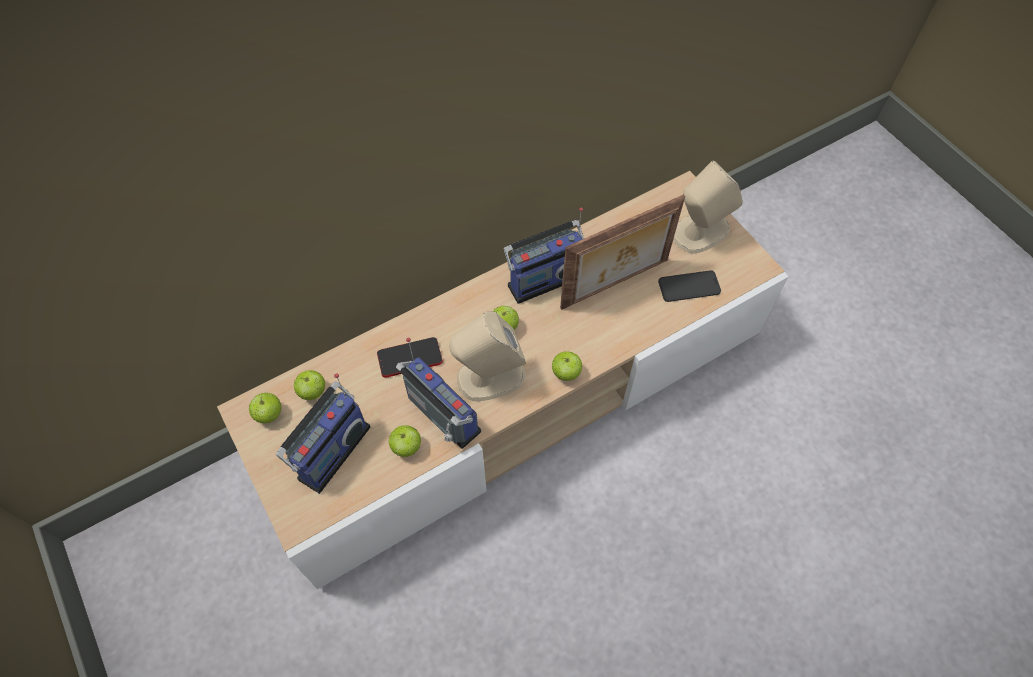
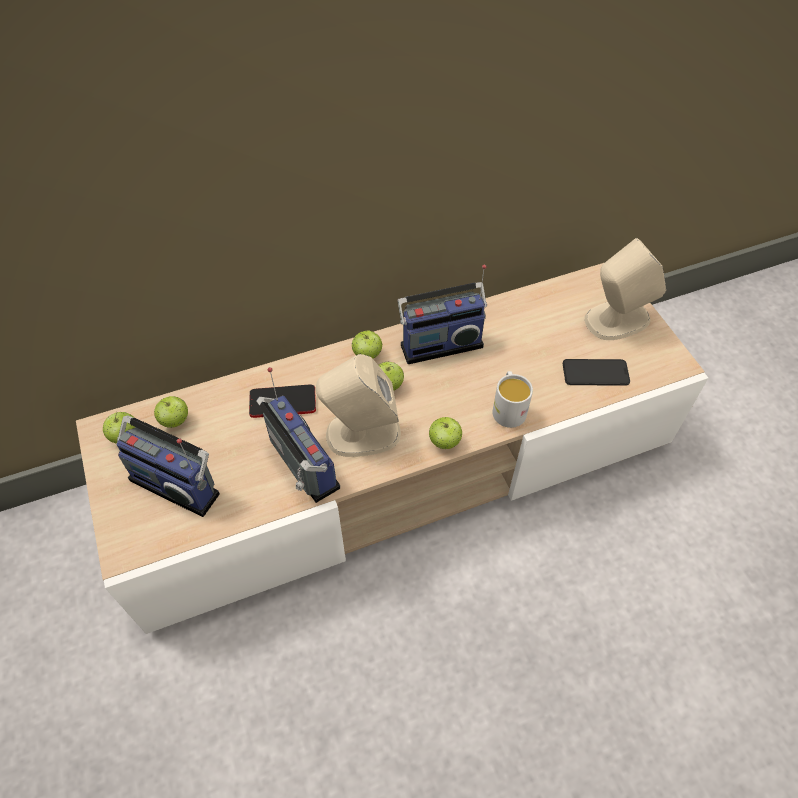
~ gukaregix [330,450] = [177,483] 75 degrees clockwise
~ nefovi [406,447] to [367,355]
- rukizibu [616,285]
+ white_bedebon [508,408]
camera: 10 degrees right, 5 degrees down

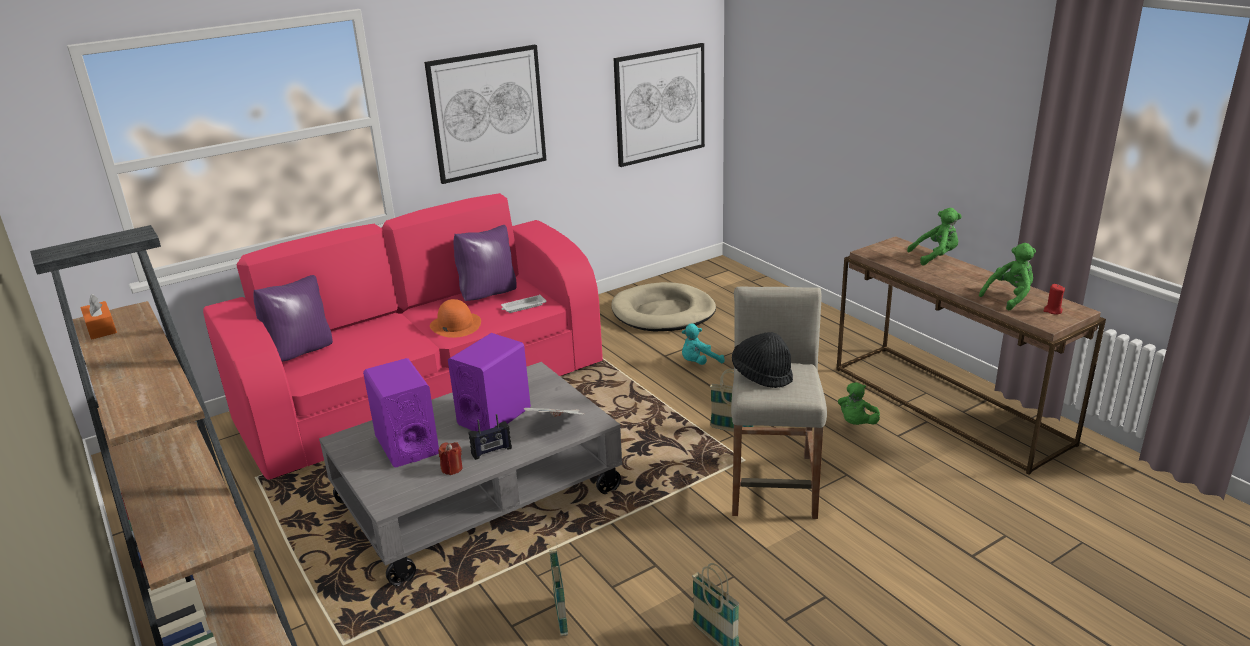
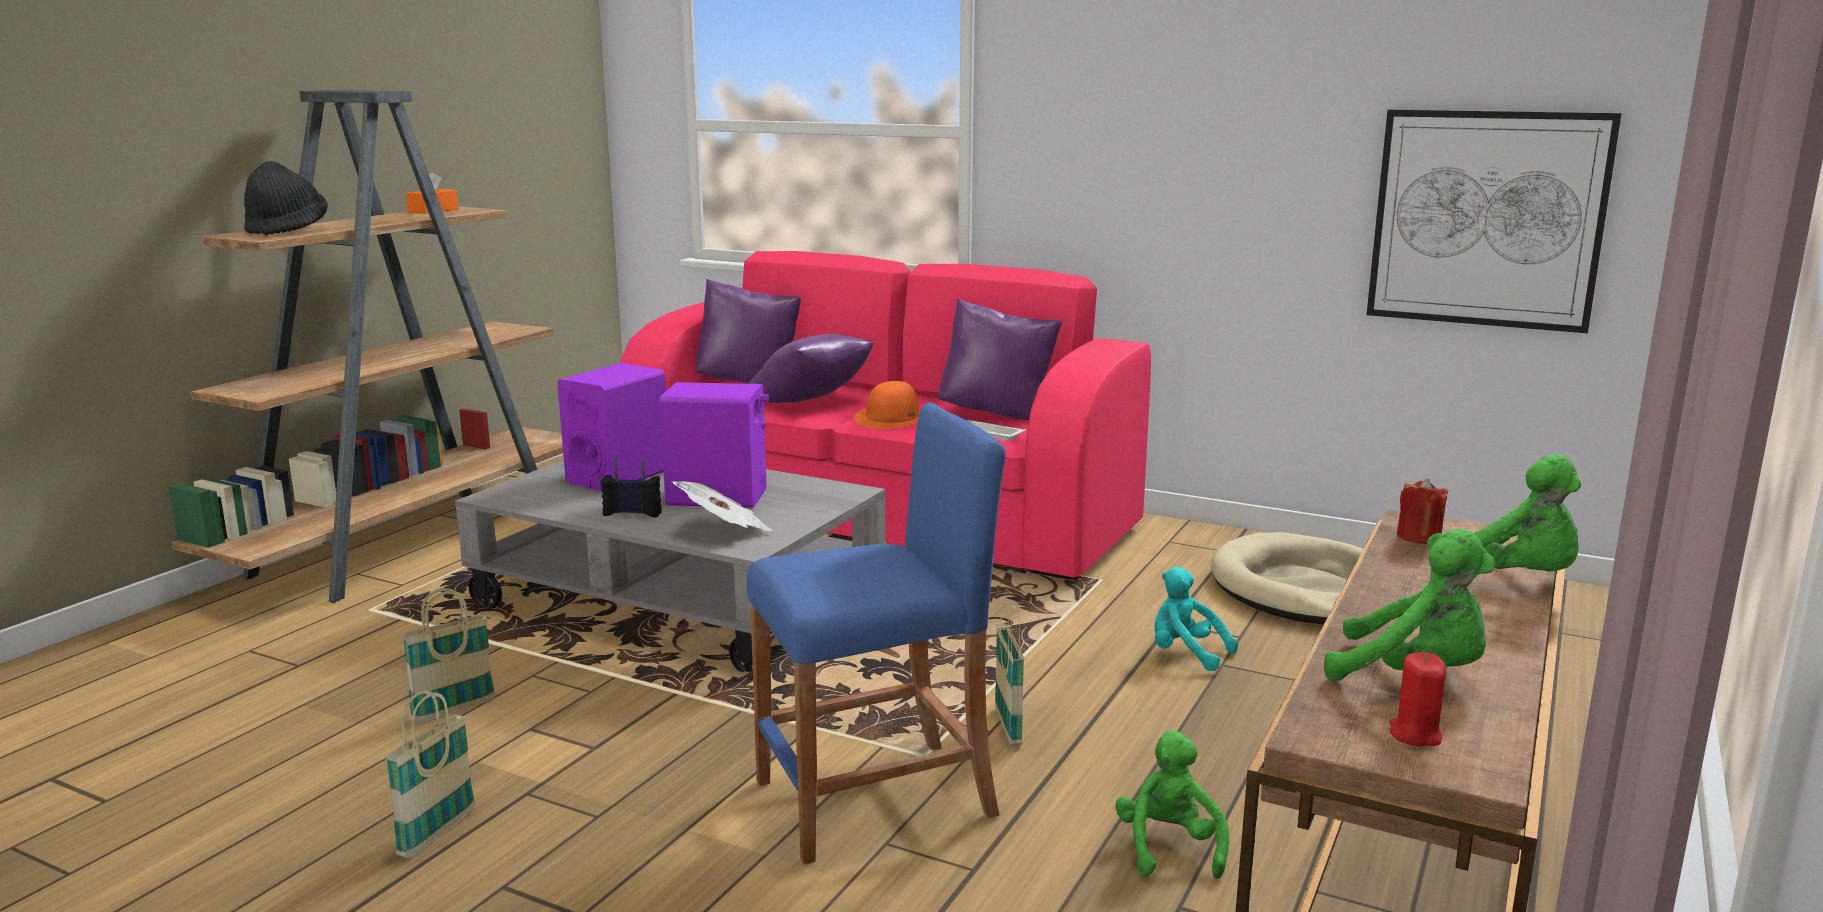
- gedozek [487,113]
~ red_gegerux [452,468] to [1418,537]
~ gukaregix [491,451] = [632,513] 150 degrees clockwise
~ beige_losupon [773,484] to blue_losupon [876,799]
~ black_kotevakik [762,375] to [287,230]
~ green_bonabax [856,424] = [1169,848] 90 degrees clockwise
+ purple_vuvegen [810,404]
camera: 60 degrees right, 10 degrees down

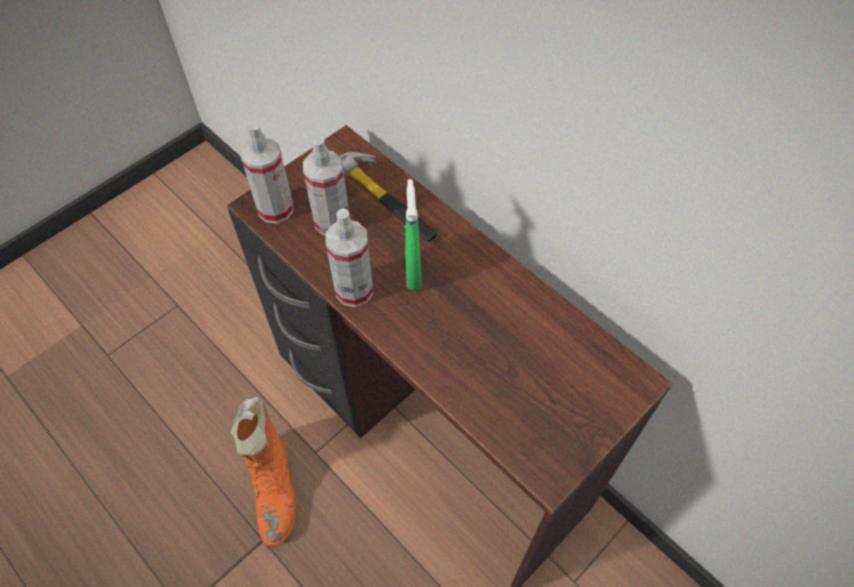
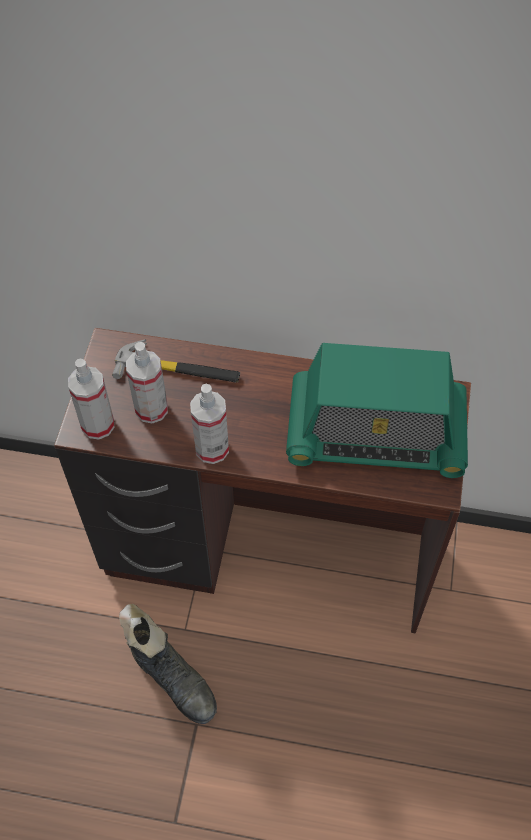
~ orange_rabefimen [275,487] to black_rabefimen [173,678]
- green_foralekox [413,272]
+ gukaregix [375,433]
camera: 35 degrees left, 0 degrees up

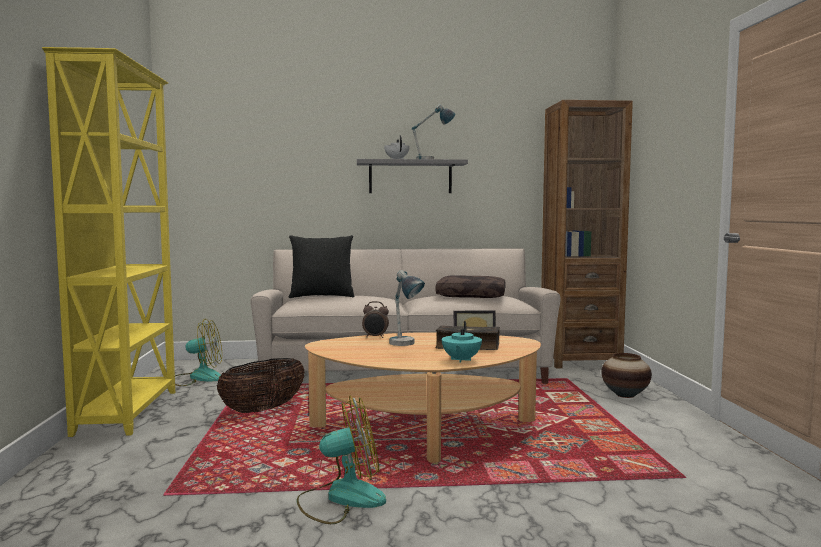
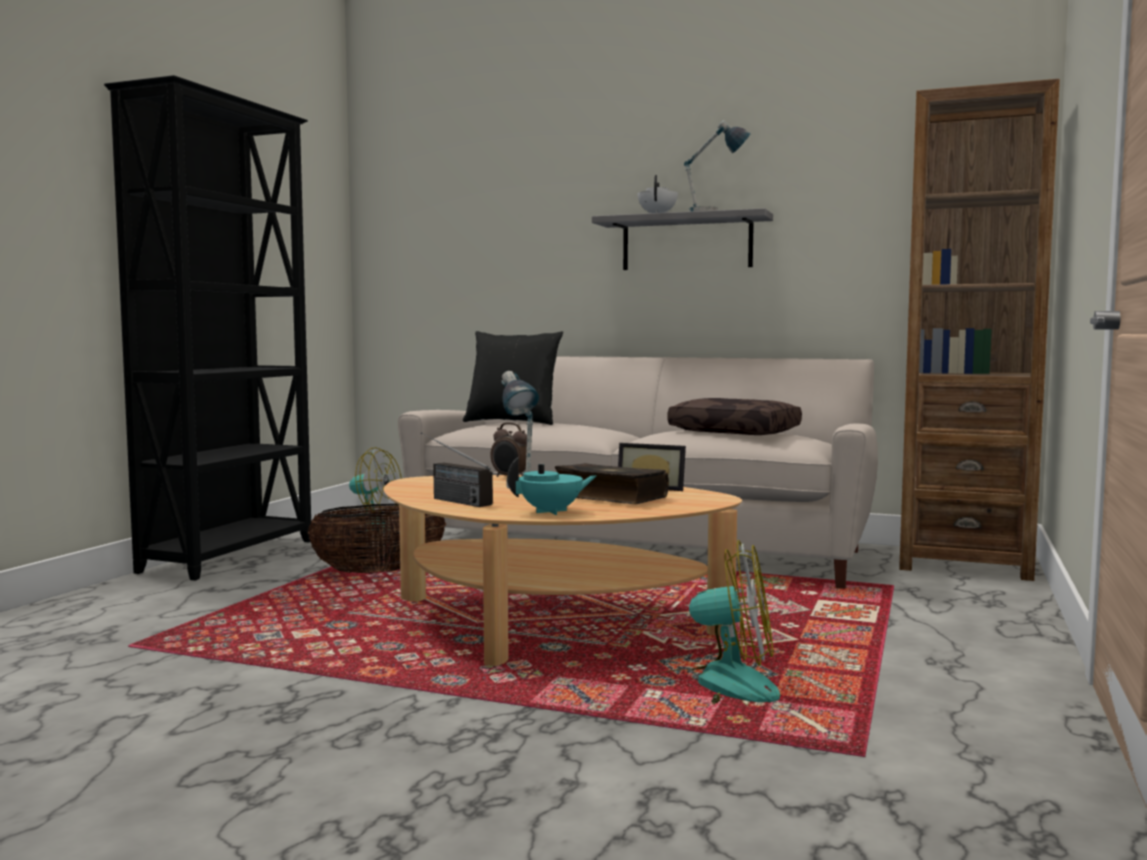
~ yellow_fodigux [129,412] to black_fodigux [231,556]
~ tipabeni [341,498] to [717,687]
~ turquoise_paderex [461,360] = [551,512] 150 degrees counterclockwise
- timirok [625,395]
+ gukaregix [448,499]
camera: 25 degrees right, 0 degrees up

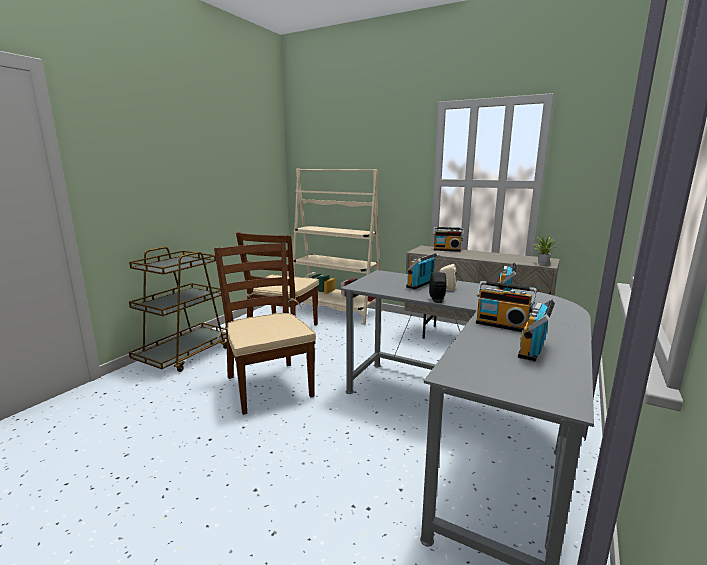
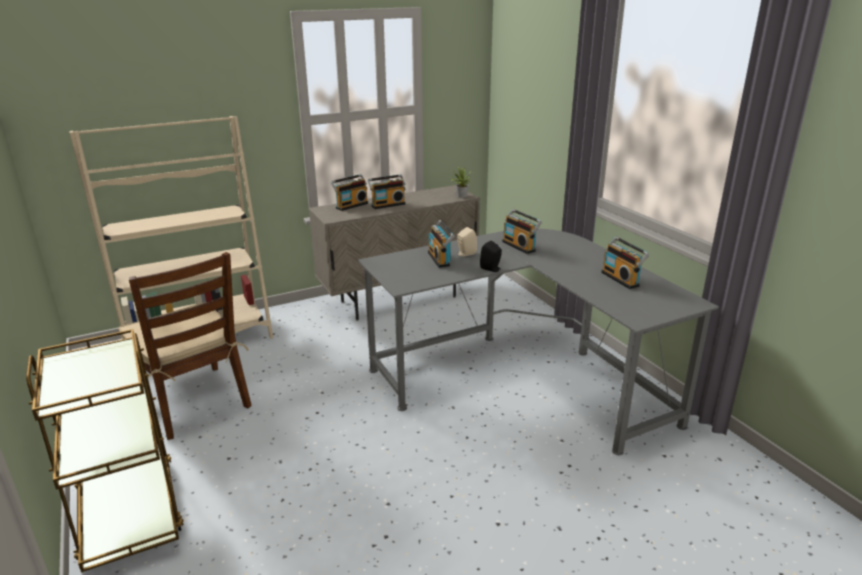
- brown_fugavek [268,386]
~ gukaregix [502,325] to [387,204]
camera: 55 degrees left, 10 degrees up

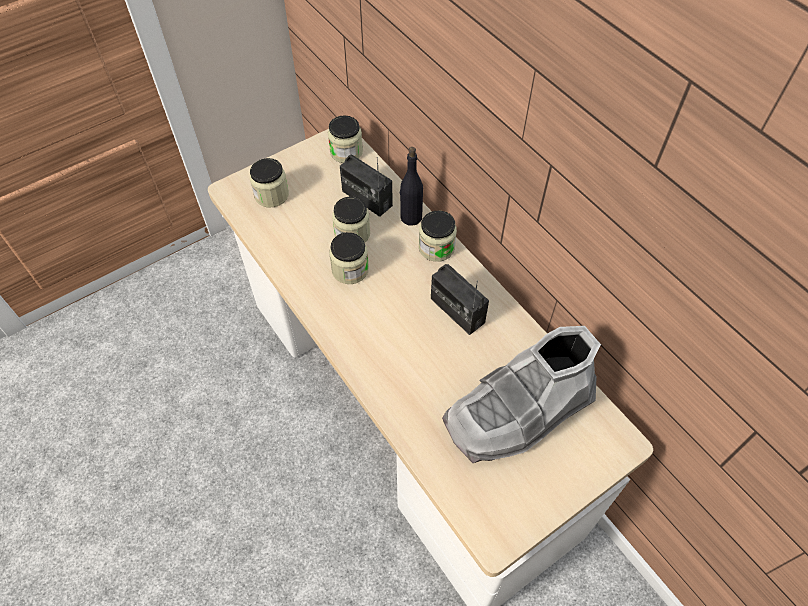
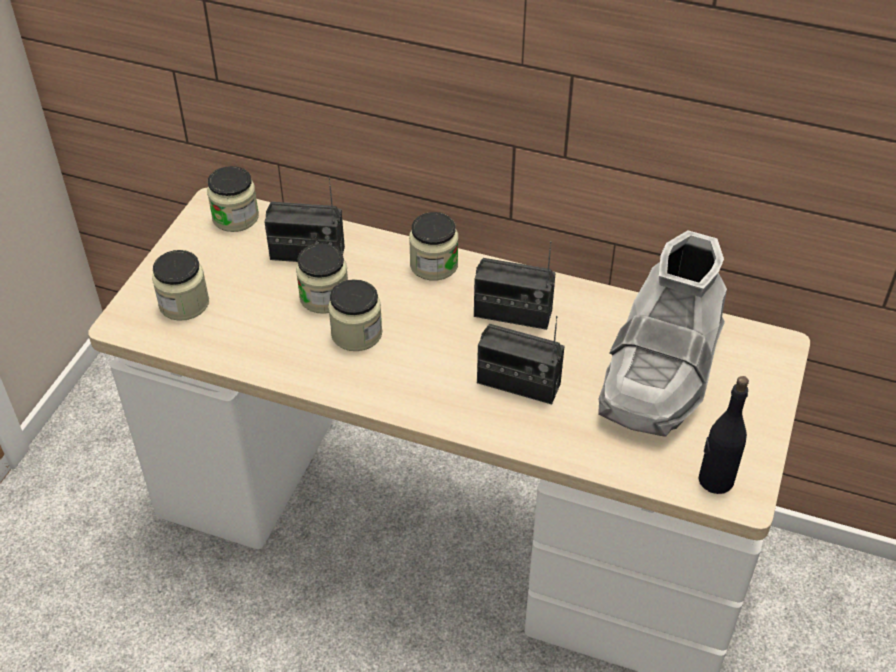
~ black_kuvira [411,217] to [715,480]
+ gukaregix [518,383]
camera: 35 degrees left, 10 degrees down

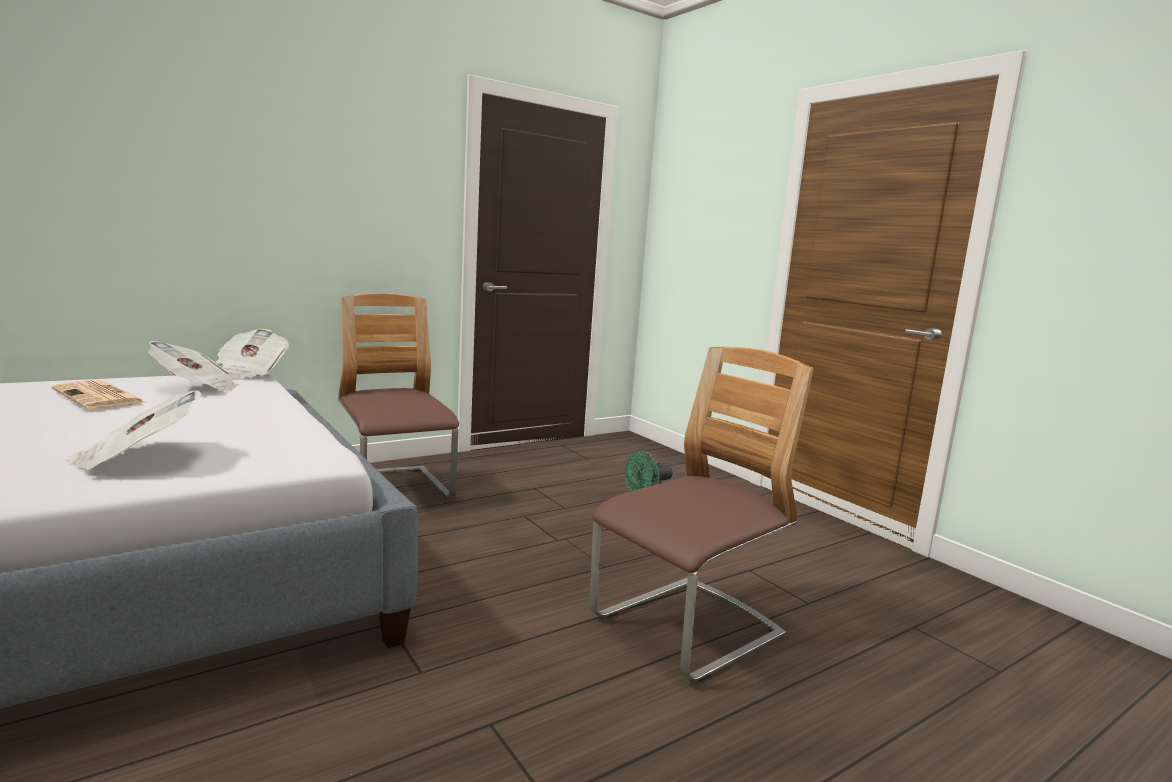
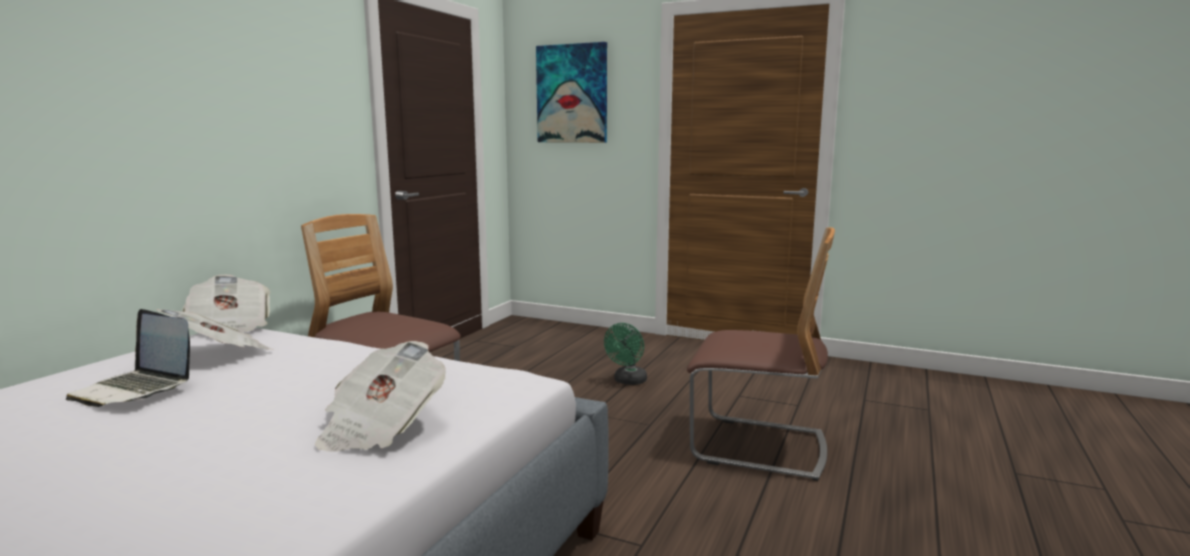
~ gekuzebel [100,397] to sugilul [135,389]
~ fugavek [686,629] = [758,447] 90 degrees clockwise
+ gedozek [572,94]
camera: 30 degrees left, 0 degrees up

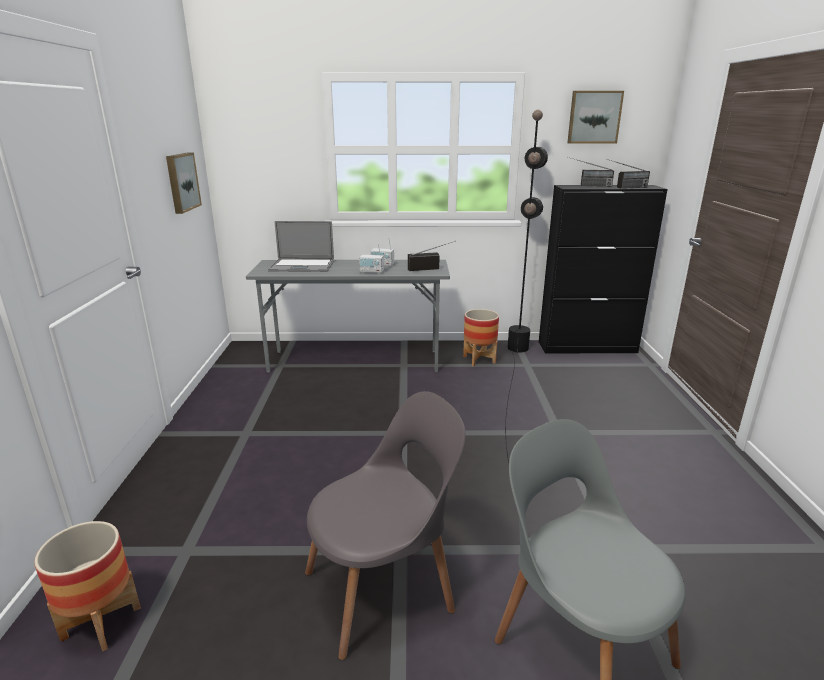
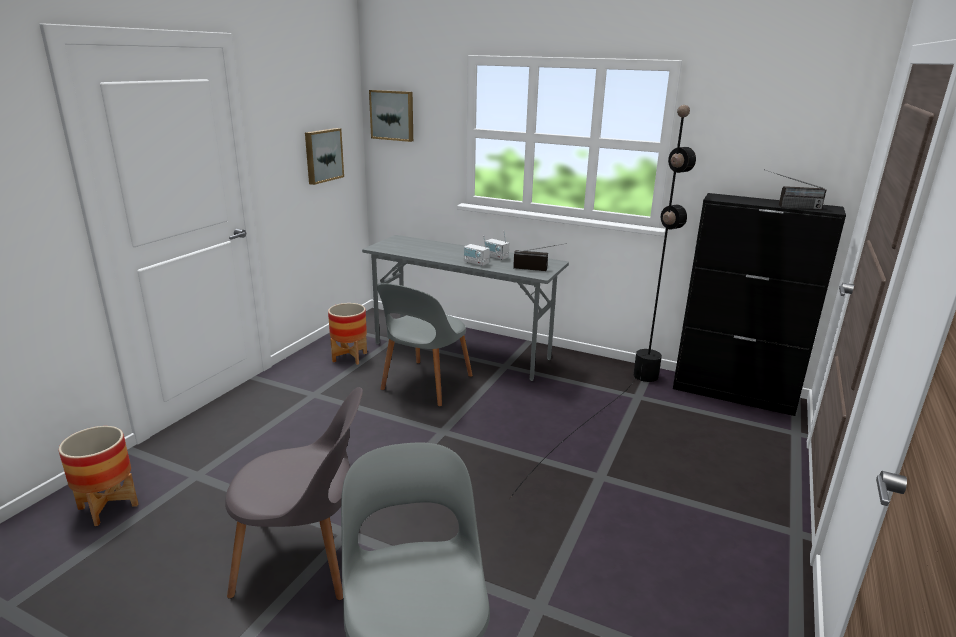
- sugilul [302,266]
~ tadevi [479,359] to [349,357]
~ gedozek [594,117] to [392,115]
- gukaregix [587,185]
+ grey_fugavek [425,384]
camera: 25 degrees right, 0 degrees up

